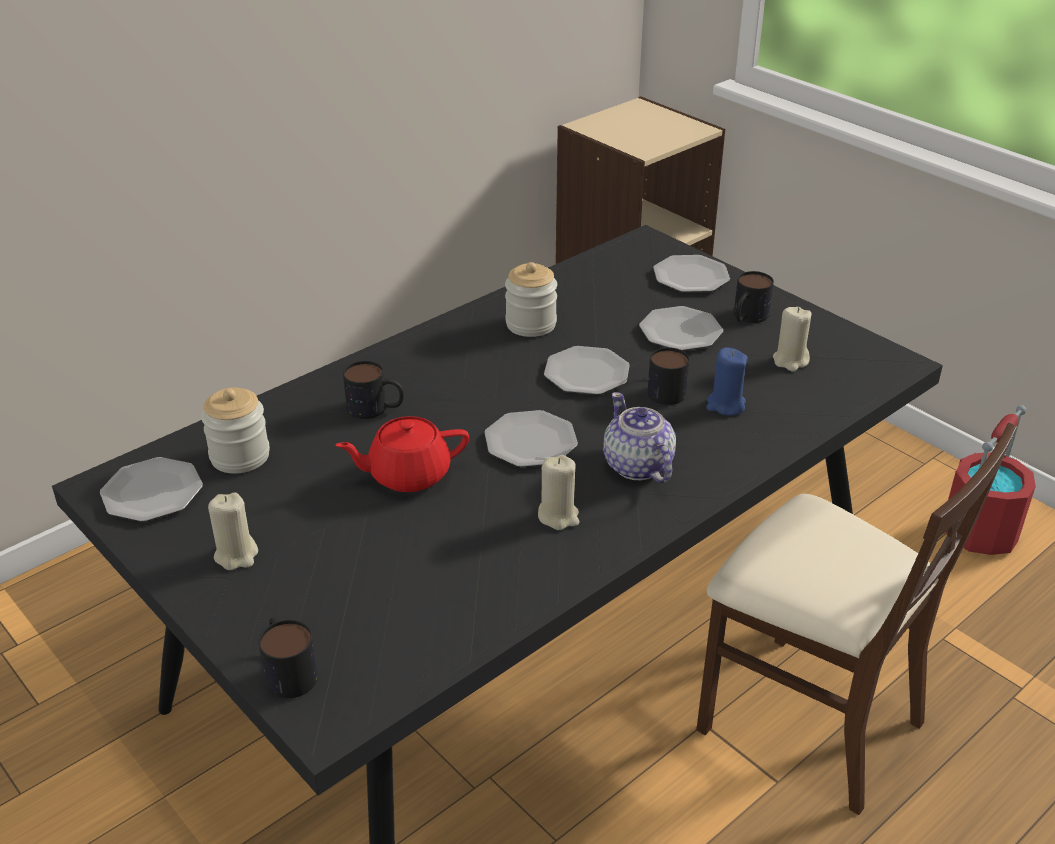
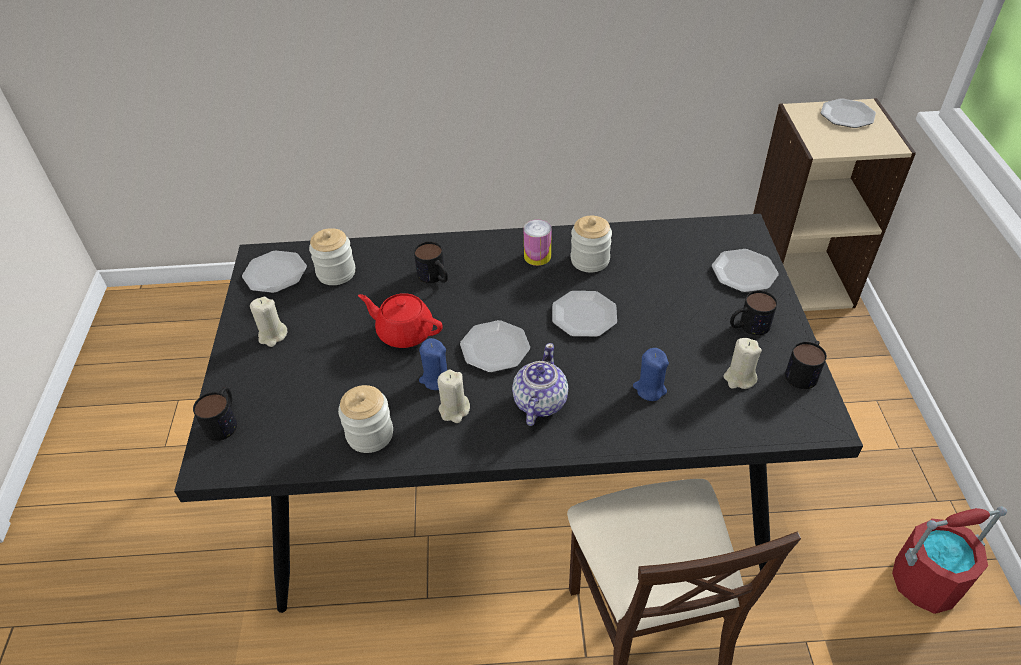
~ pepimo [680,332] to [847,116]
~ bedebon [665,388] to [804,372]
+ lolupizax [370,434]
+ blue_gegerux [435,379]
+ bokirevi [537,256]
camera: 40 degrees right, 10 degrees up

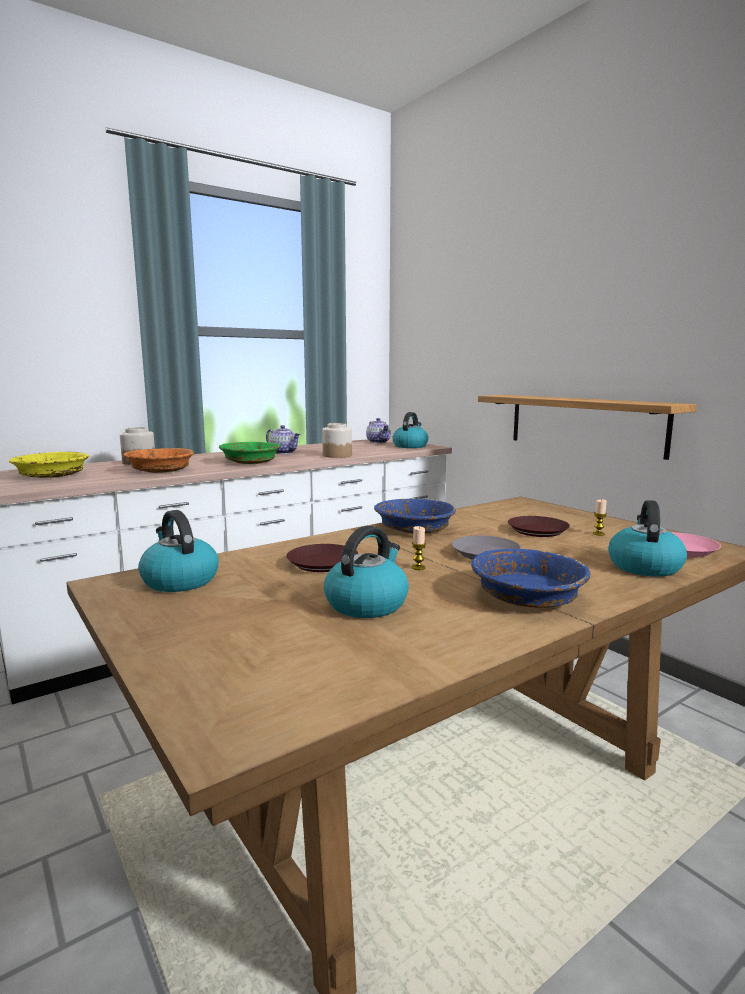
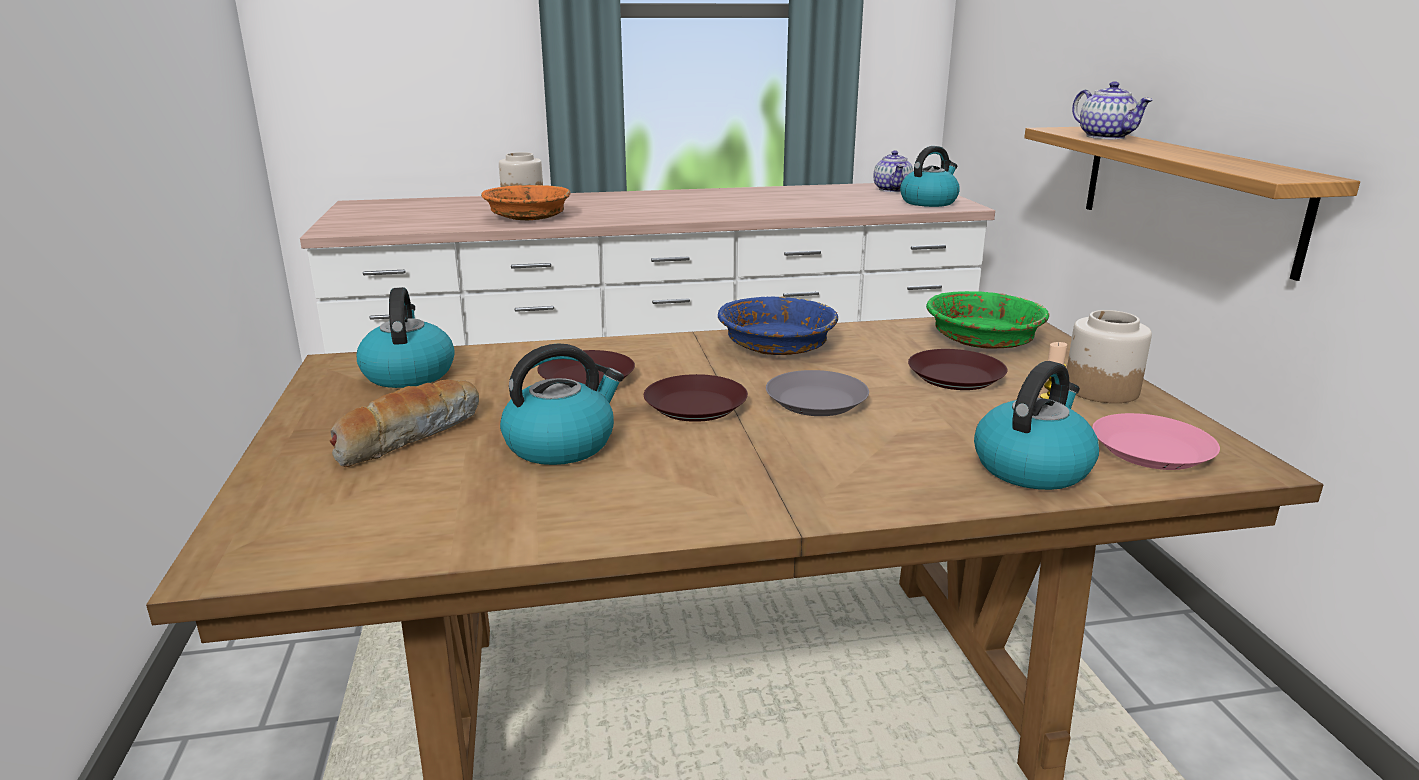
- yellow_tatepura [52,475]
~ green_tatepura [250,462] to [983,339]
~ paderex [284,452] to [1106,137]
~ lolupizax [337,455] to [1100,389]
~ gegerux [418,567] to brown_pepimo [694,406]
- blue_tatepura [528,596]
+ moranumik [409,435]
camera: 25 degrees right, 10 degrees up

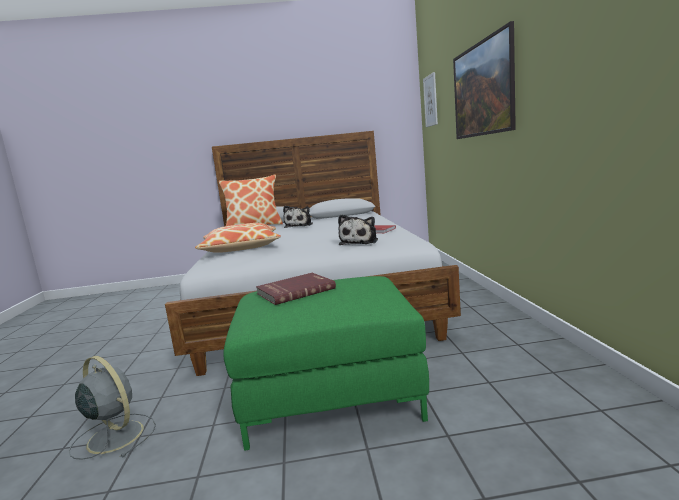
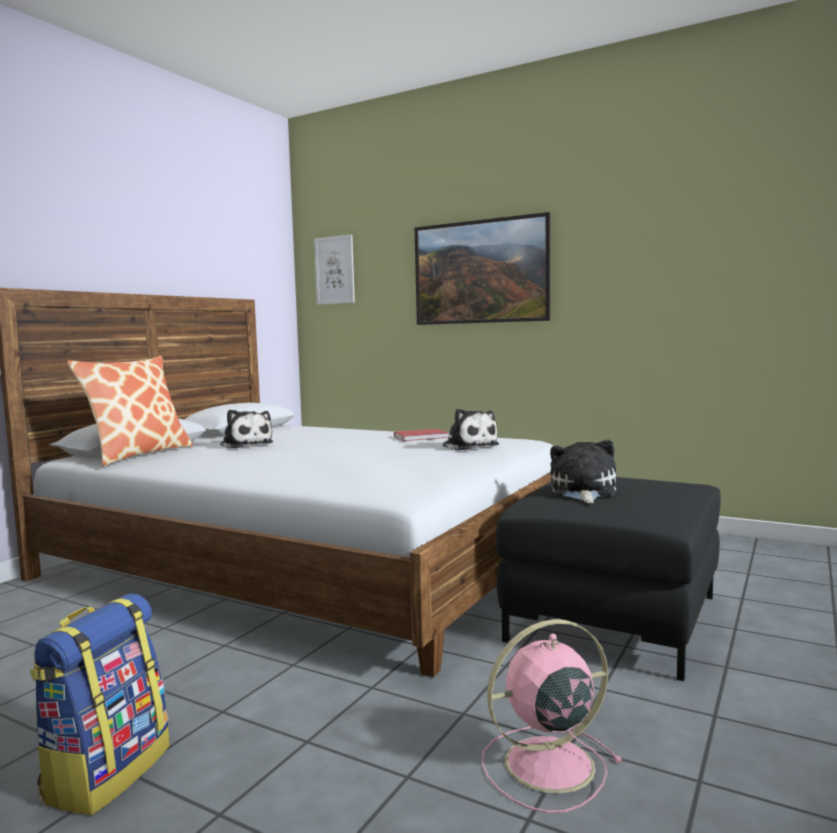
~ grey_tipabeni [114,436] to pink_tipabeni [545,765]
- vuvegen [241,248]
~ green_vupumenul [331,395] to black_vupumenul [614,617]
~ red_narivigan [295,291] to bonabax [582,491]
+ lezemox [107,772]
camera: 55 degrees left, 5 degrees down

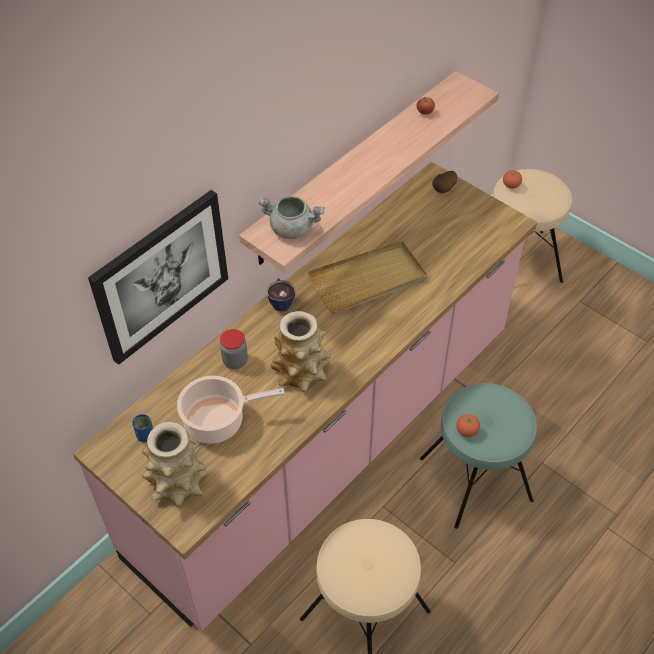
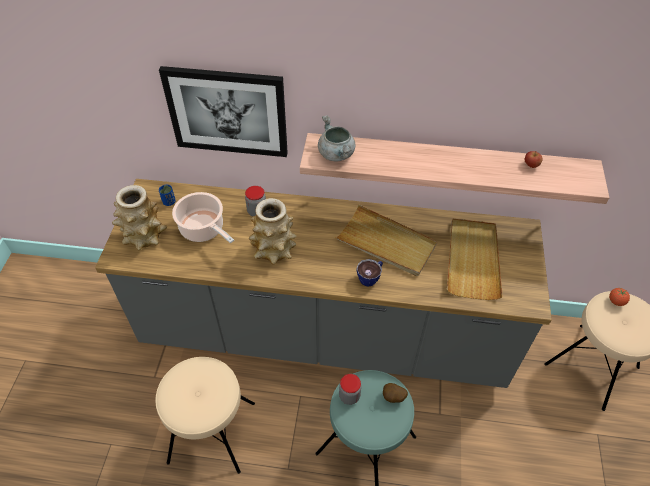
~ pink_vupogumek [327,443] to grey_vupogumek [324,334]
~ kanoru [281,301] to [370,277]
~ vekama [444,190] to [393,398]
~ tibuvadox [467,431] to lolupizax [349,396]
+ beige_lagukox [472,260]
camera: 55 degrees right, 0 degrees up

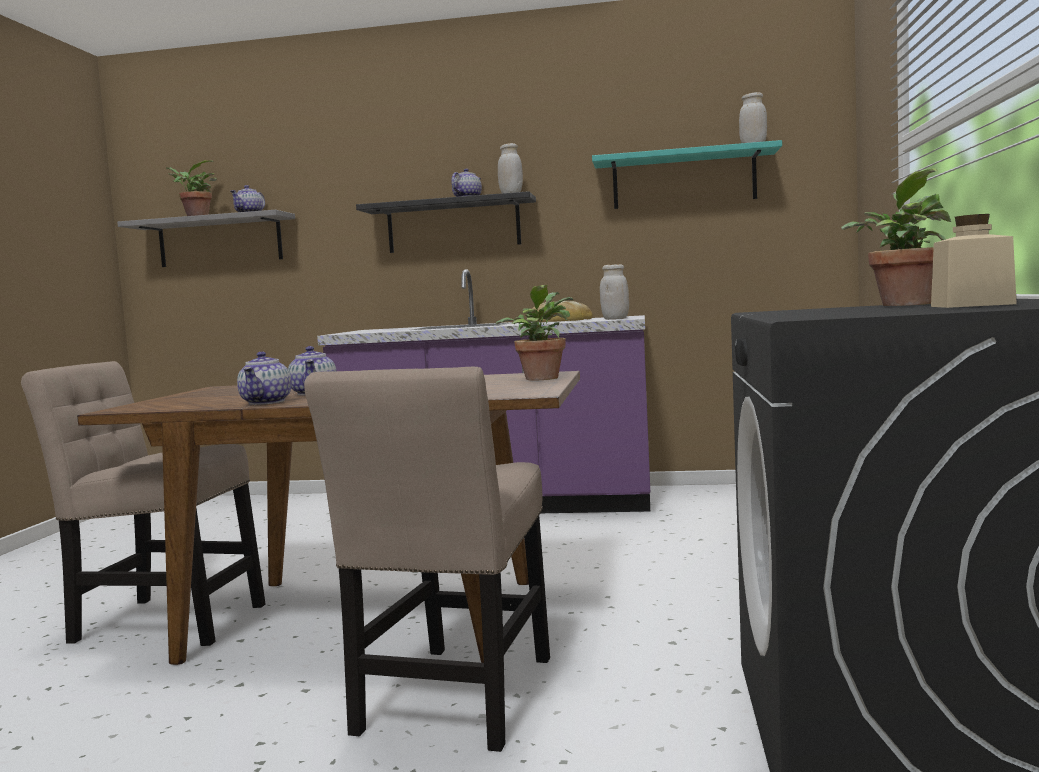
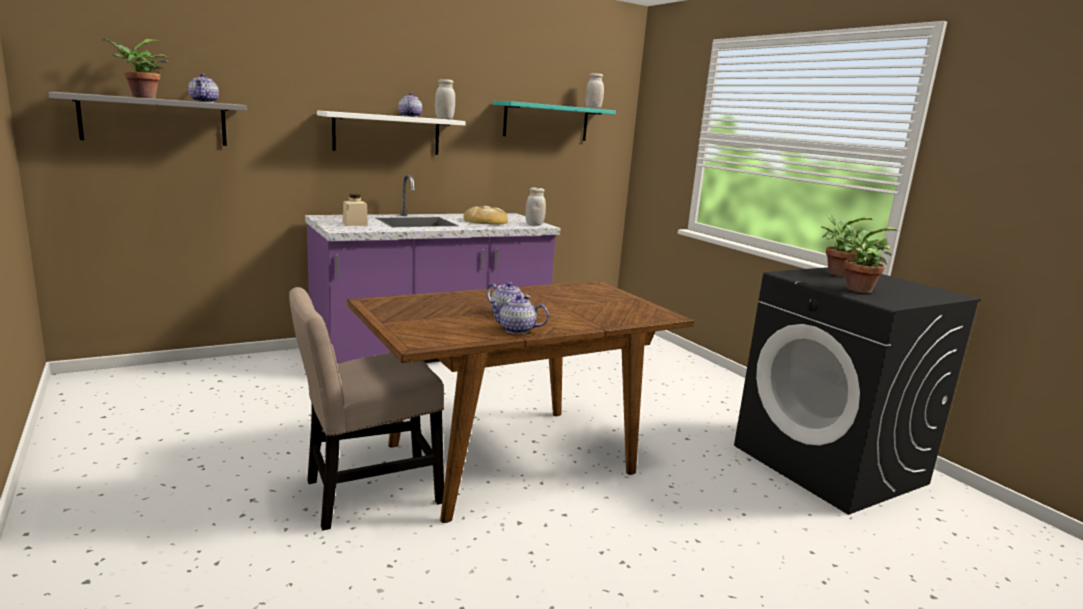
~ paderex [266,402] = [516,330] 135 degrees clockwise
- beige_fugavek [455,700]
~ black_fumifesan [453,225] to white_fumifesan [387,134]
~ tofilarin [541,378] to [855,289]
~ beige_lolupizax [972,305] to [355,224]
camera: 40 degrees left, 10 degrees up

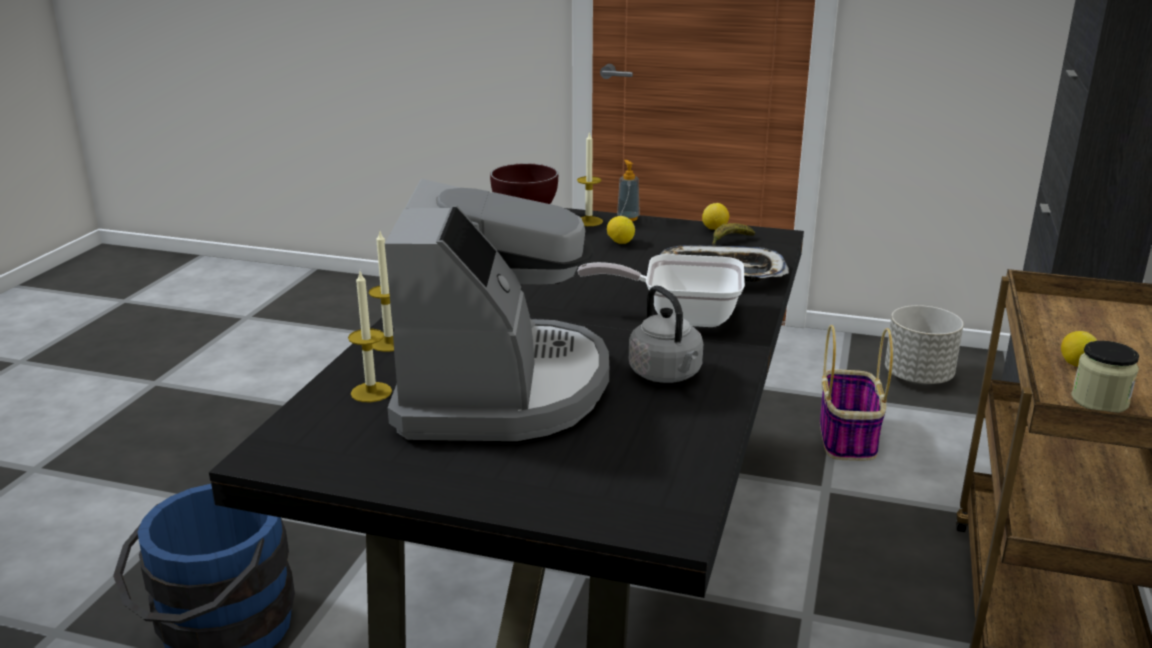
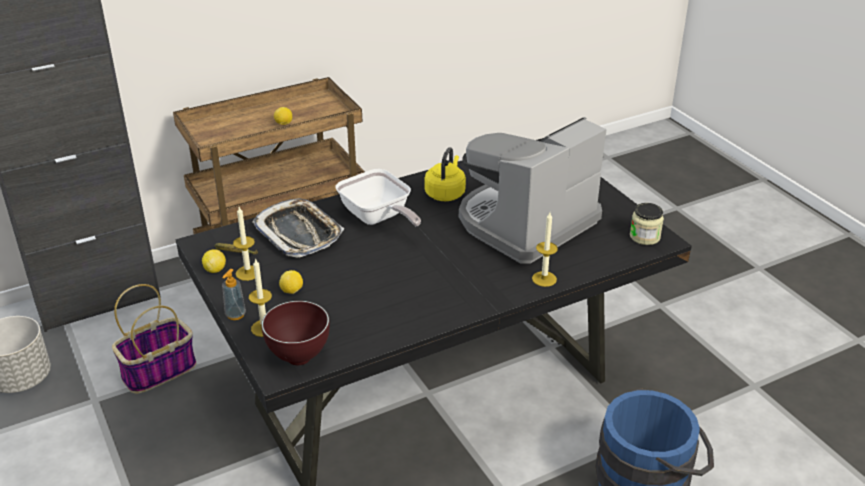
~ gegerux [371,392] to [248,273]
~ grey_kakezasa [667,375] to yellow_kakezasa [445,193]
~ lolupizax [1099,401] to [644,237]
camera: 135 degrees left, 10 degrees up

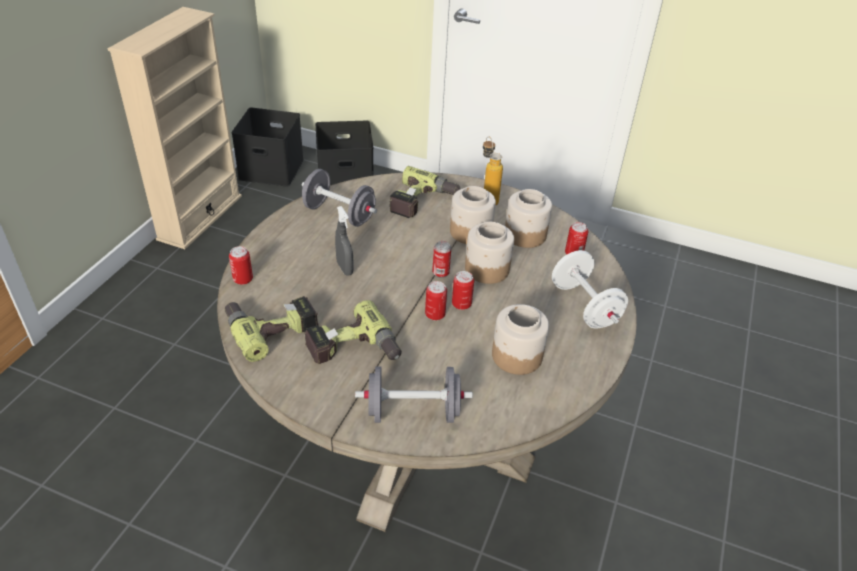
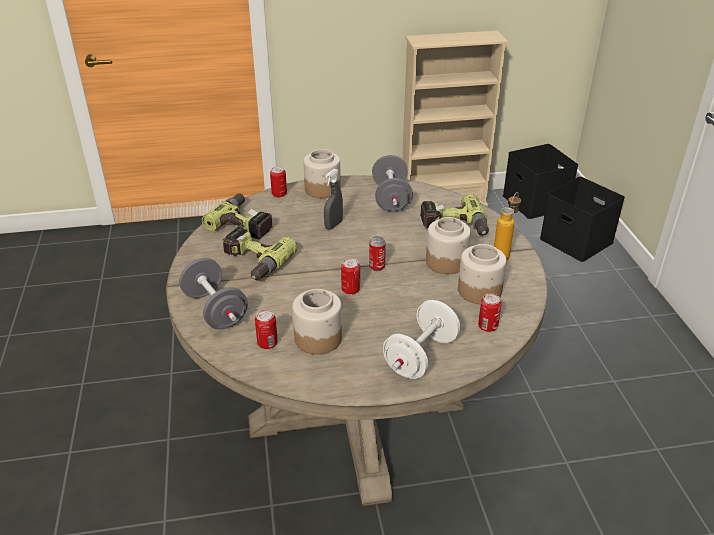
~ bokirevi [435,314] to [267,343]
~ lolupizax [486,269] to [322,189]
camera: 60 degrees right, 5 degrees down

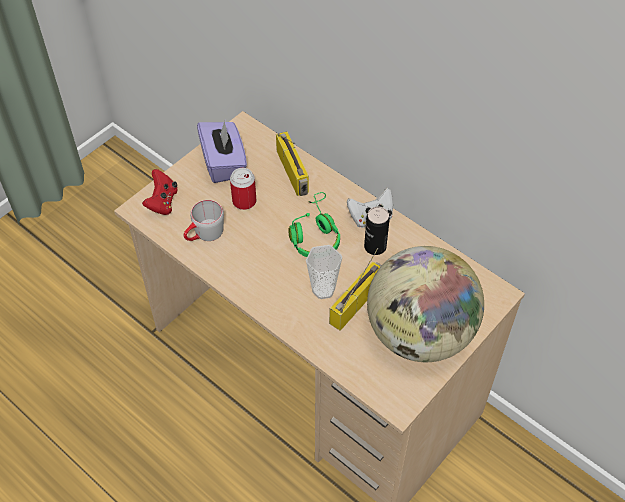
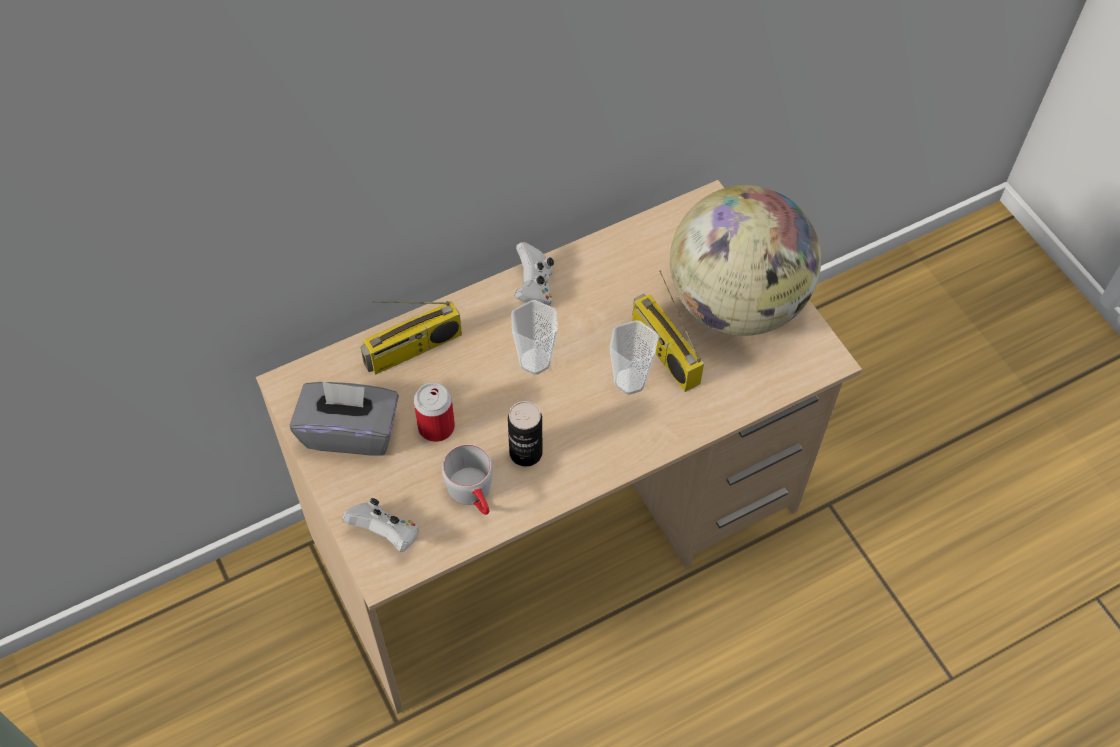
~ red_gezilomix [162,202] to white_gezilomix [386,534]
~ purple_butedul [224,163] to grey_butedul [350,431]
~ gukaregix [293,172] = [413,350] 150 degrees clockwise
~ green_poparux [314,234] to kanoru [535,361]
~ bokirevi [375,247] to [525,452]
camera: 70 degrees left, 5 degrees up

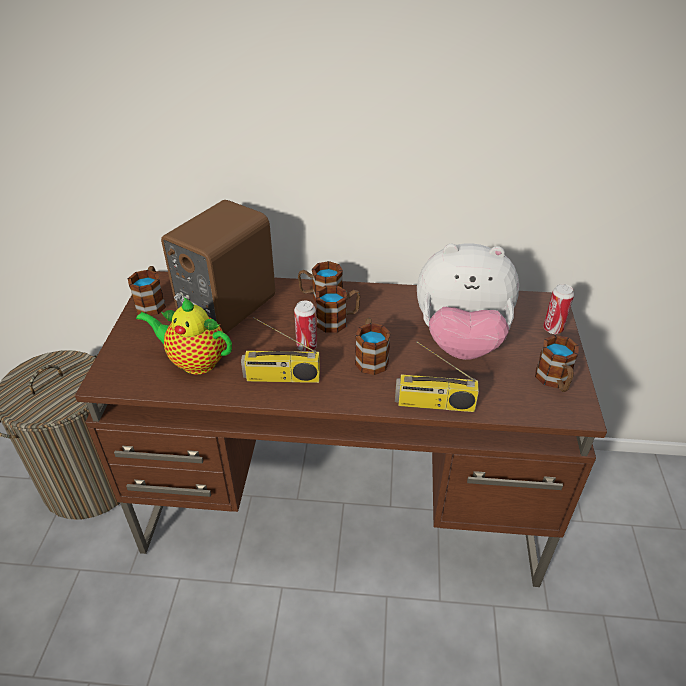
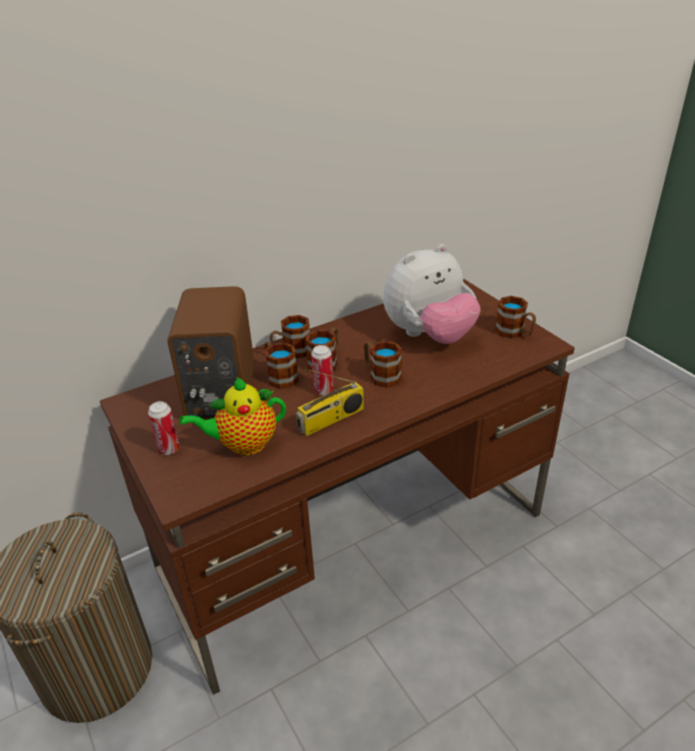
~ bedebon [152,302] to [279,376]
- gukaregix [434,404]
~ bokirevi [553,329] to [169,449]
camera: 35 degrees left, 5 degrees down

